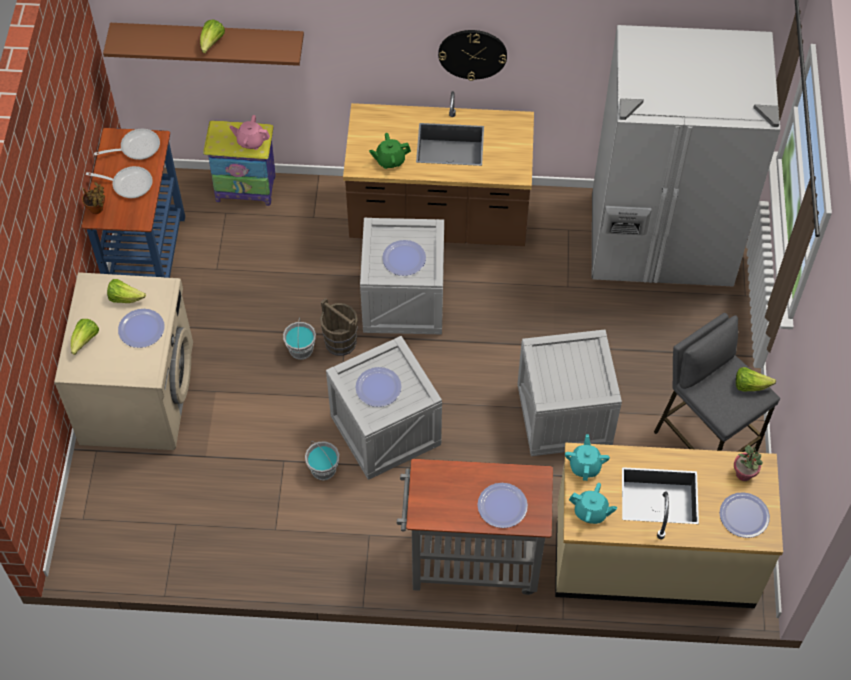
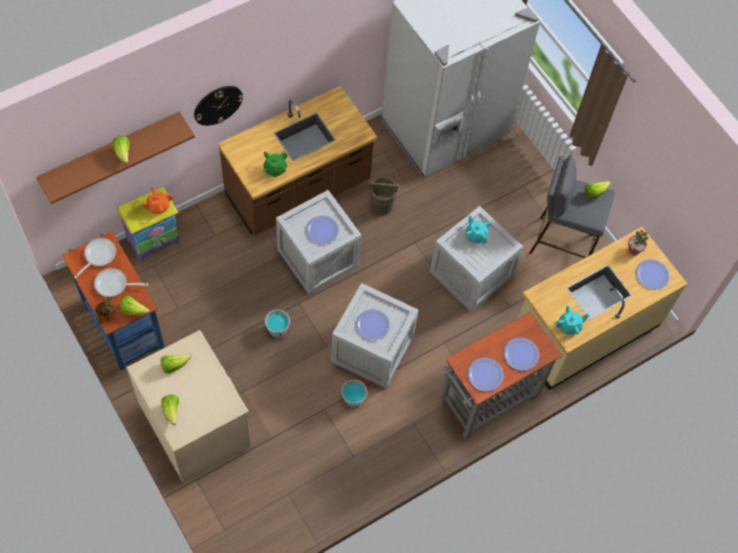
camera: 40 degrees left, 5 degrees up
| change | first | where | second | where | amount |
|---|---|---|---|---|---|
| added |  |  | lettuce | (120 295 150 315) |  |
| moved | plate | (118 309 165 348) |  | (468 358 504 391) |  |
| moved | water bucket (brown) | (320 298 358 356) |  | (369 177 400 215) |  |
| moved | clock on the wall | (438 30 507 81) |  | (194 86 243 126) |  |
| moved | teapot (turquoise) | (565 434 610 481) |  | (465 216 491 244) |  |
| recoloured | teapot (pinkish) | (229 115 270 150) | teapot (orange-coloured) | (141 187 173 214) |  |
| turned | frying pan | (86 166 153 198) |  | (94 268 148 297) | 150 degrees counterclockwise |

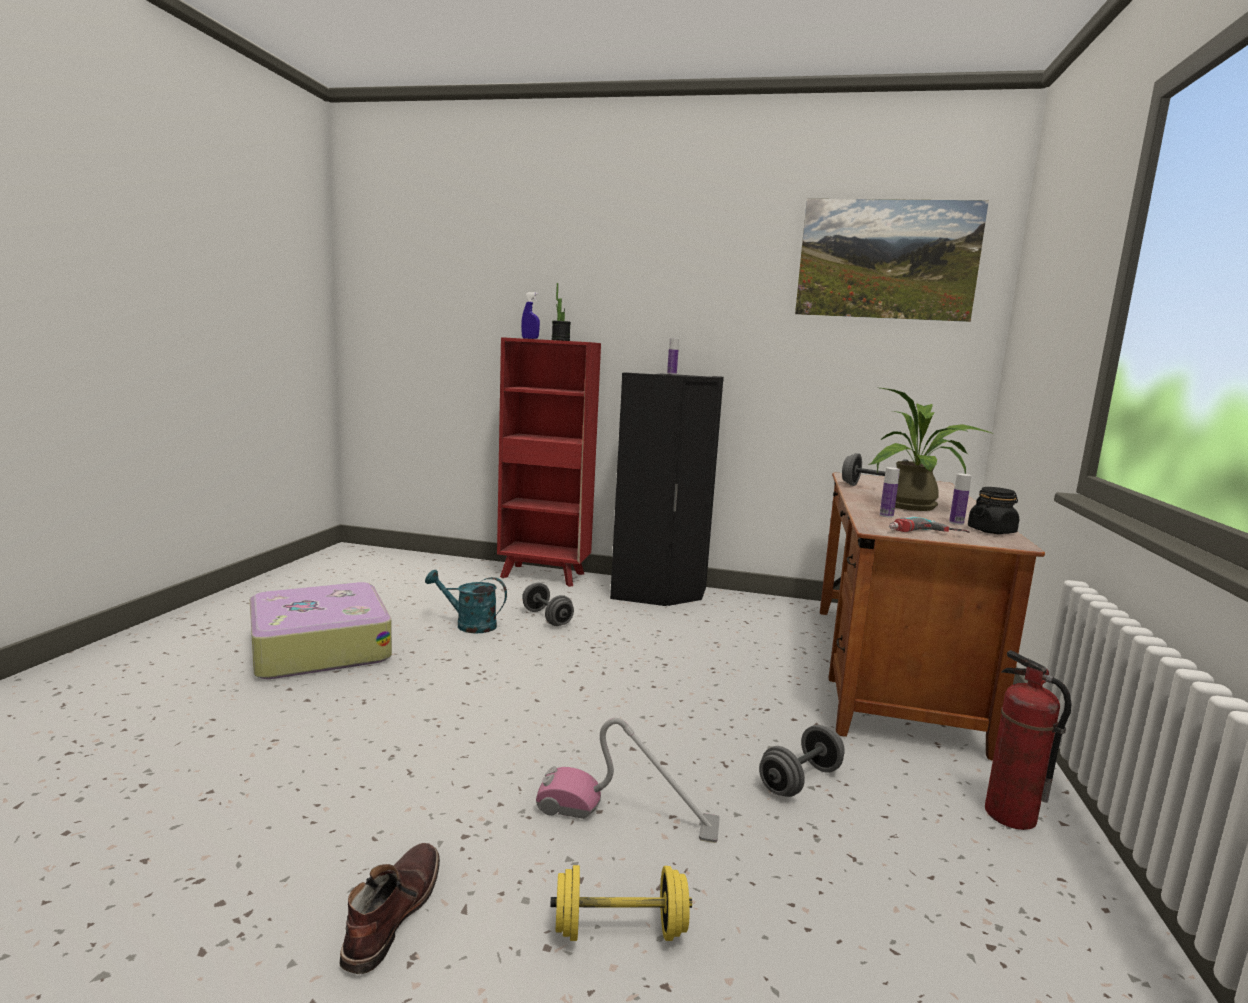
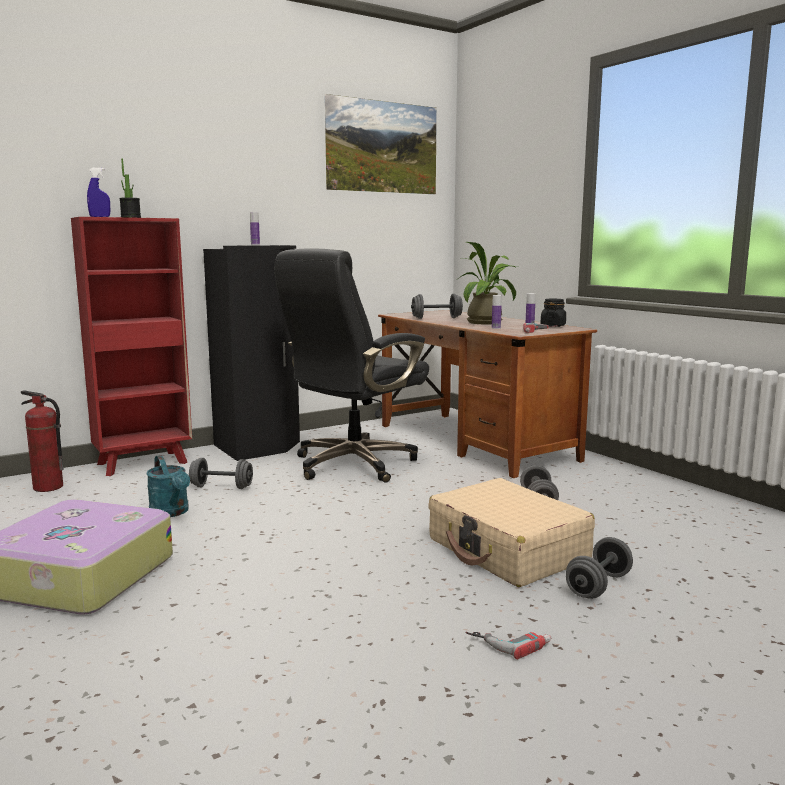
camera: 45 degrees left, 0 degrees up
| change | first | where | second | where | amount |
|---|---|---|---|---|---|
| added |  |  | desk chair (blackish) | (274 249 429 483) |  |
| moved | fire extinguisher | (985 650 1072 830) |  | (21 390 64 492) |  |
| replaced | boot (brown) | (339 843 440 974) | electric drill | (466 632 551 659) |  |
| replaced | hoover | (536 717 720 843) | suitcase (beige-coloured) | (428 478 595 587) |  |
| recoloured | hand weight (yellow) | (550 865 692 941) | hand weight (greyish) | (566 537 633 599) |  |
| turned | sprinkling can (turquoise) | (425 570 507 633) |  | (146 455 190 517) | 90 degrees counterclockwise |

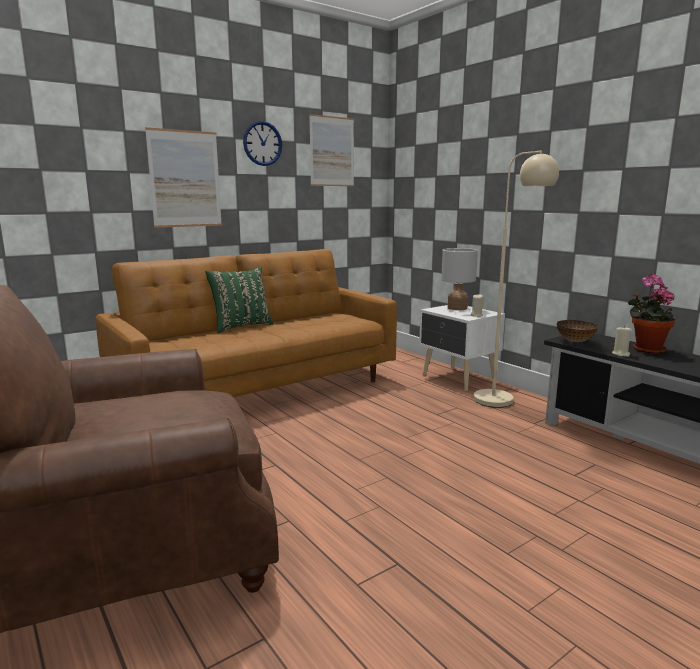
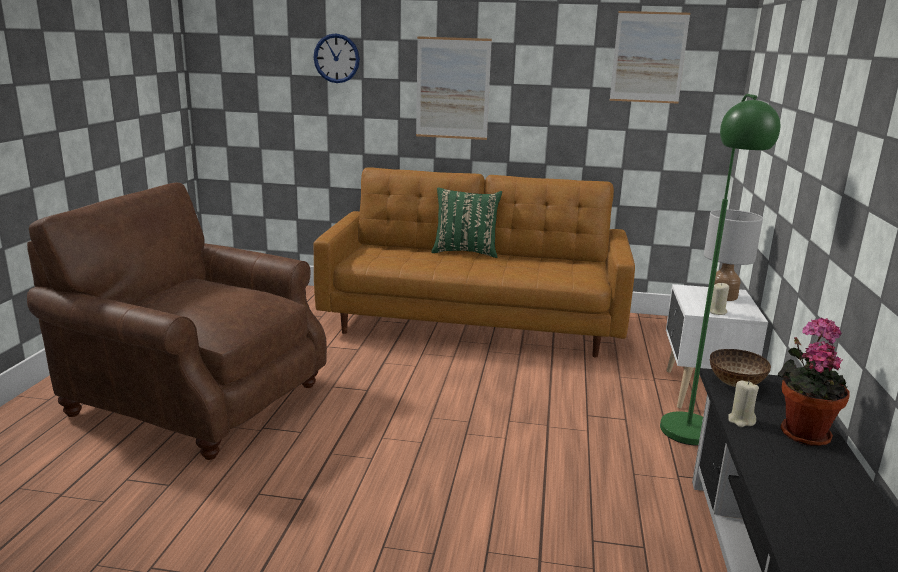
camera: 45 degrees right, 5 degrees up
| change | first | where | second | where | amount |
|---|---|---|---|---|---|
| moved | clock on the wall | (243 121 282 166) |  | (313 33 360 83) |  |
| recoloured | standing lamp (beige-coloured) | (473 151 559 408) | standing lamp (greenish) | (660 94 780 446) |  |

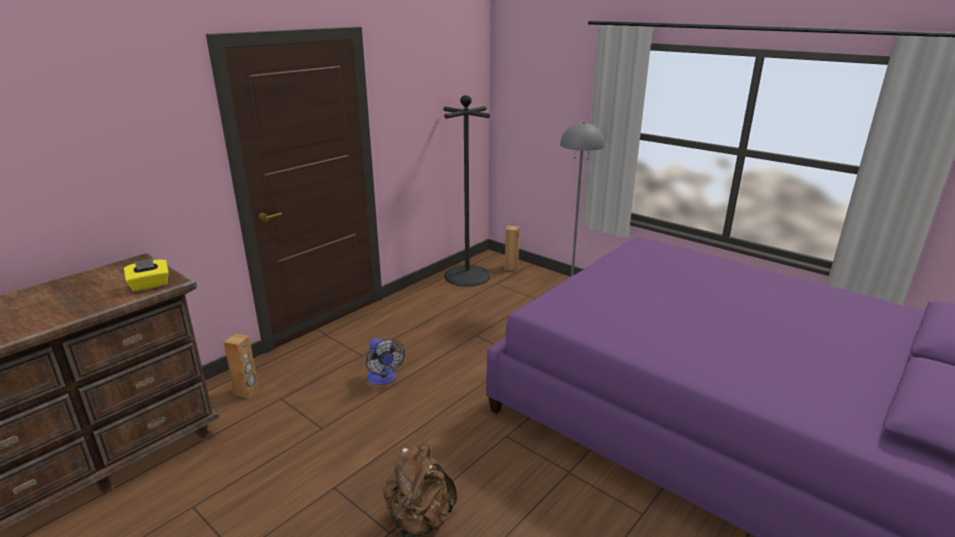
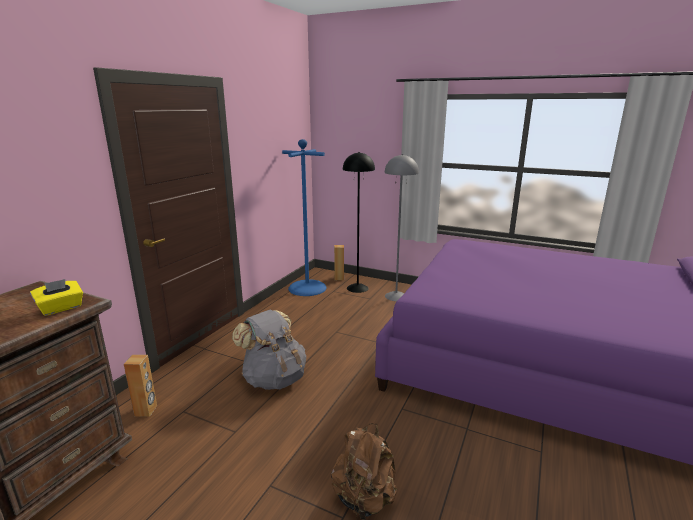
camera: 15 degrees left, 5 degrees down
| change | first | where | second | where | amount |
|---|---|---|---|---|---|
| added |  |  | standing lamp (blackish) | (343 152 375 293) |  |
| replaced | fan | (366 338 405 385) | knapsack (greyish) | (232 310 306 390) |  |
| recoloured | garment stand (blackish) | (443 95 491 287) | garment stand (blue) | (282 139 327 296) |  |

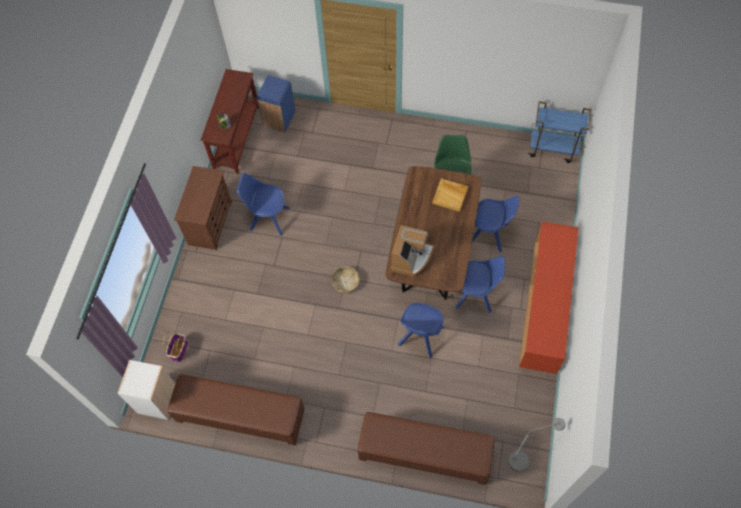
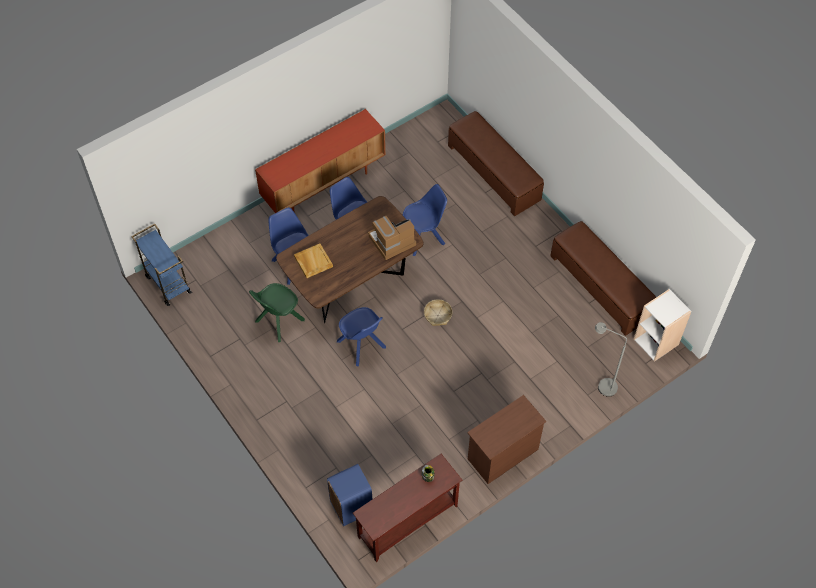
camera: 140 degrees left, 5 degrees down
| change | first | where | second | where | amount |
|---|---|---|---|---|---|
| removed | basket | (163 332 188 362) |  |  |  |
| moved | chair (blue) | (237 173 290 235) |  | (337 307 386 367) |  |
| moved | standing lamp (greyish) | (508 418 566 472) |  | (595 322 627 397) |  |

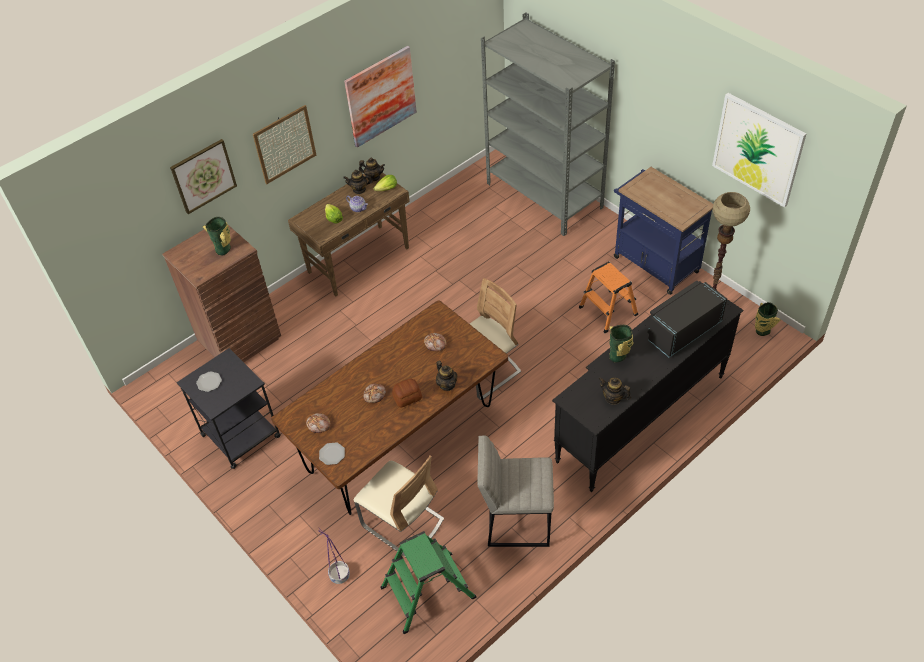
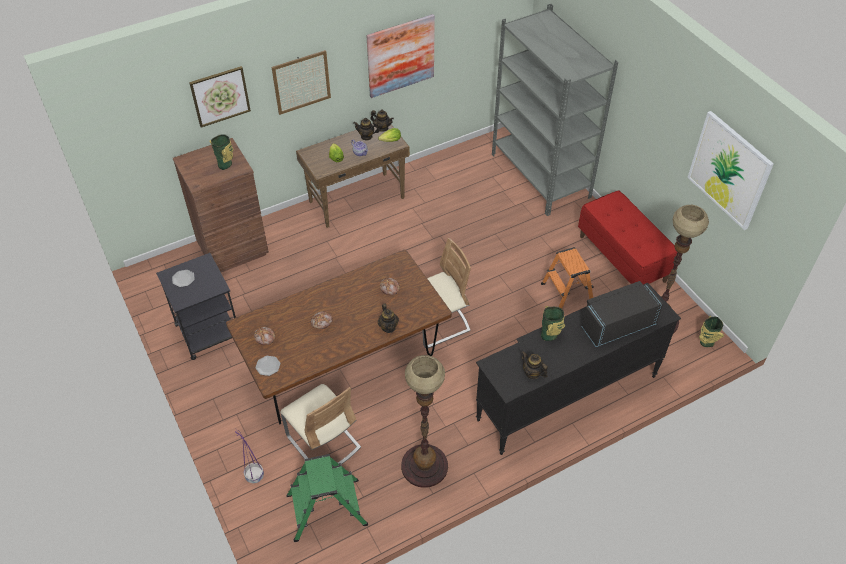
camera: 10 degrees right, 0 degrees up
| change | first | where | second | where | amount |
|---|---|---|---|---|---|
| removed | bakery bread | (392 379 422 408) |  |  |  |
| replaced | chair (greyish) | (477 435 554 547) | standing lamp | (401 355 448 488) |  |
| replaced | cart (blue) | (614 167 713 295) | bench (red-coloured) | (578 190 677 285) |  |

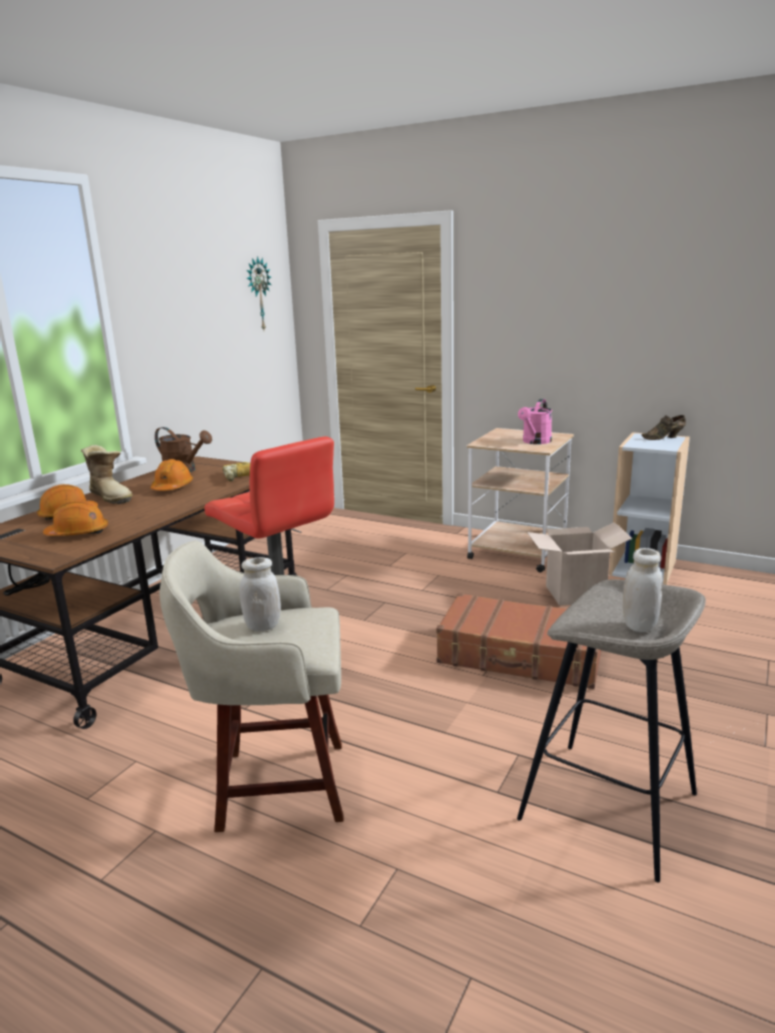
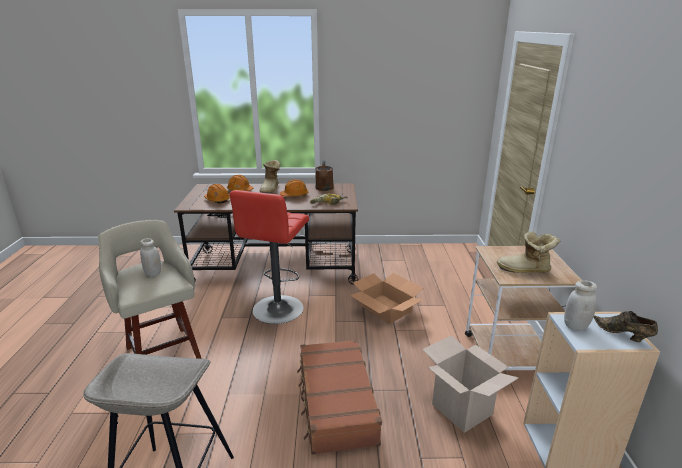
camera: 60 degrees right, 5 degrees up
| change | first | where | second | where | amount |
|---|---|---|---|---|---|
| removed | clock on the wall | (246 256 271 330) |  |  |  |
| added |  |  | cardboard box | (350 273 424 324) |  |
| moved | storage jar (whitish) | (623 548 662 632) |  | (564 281 597 330) |  |
| replaced | sprinkling can (pinkish) | (518 399 552 444) | boot | (497 231 560 273) |  |

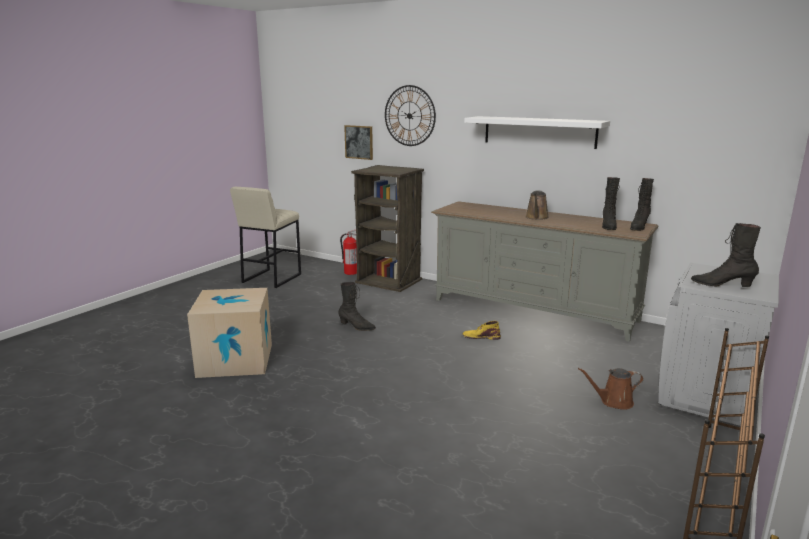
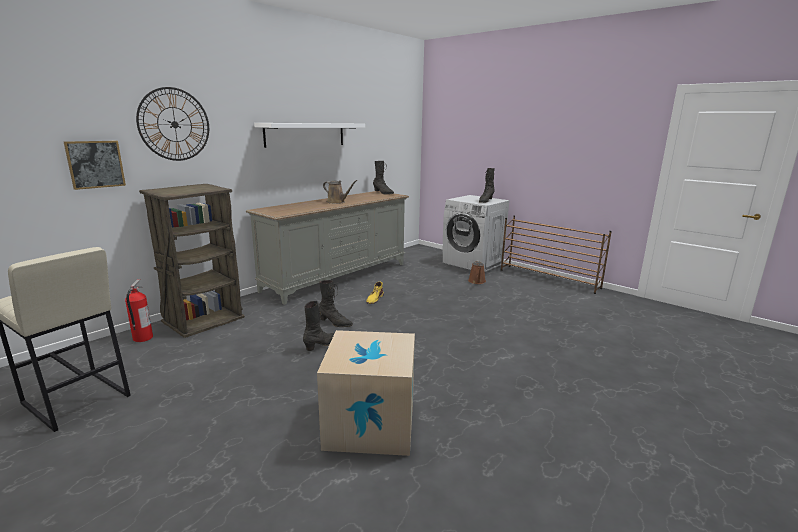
camera: 80 degrees left, 0 degrees up
| change | first | where | second | where | amount |
|---|---|---|---|---|---|
| moved | boot (blackish) | (602 177 620 230) |  | (319 280 353 327) |  |

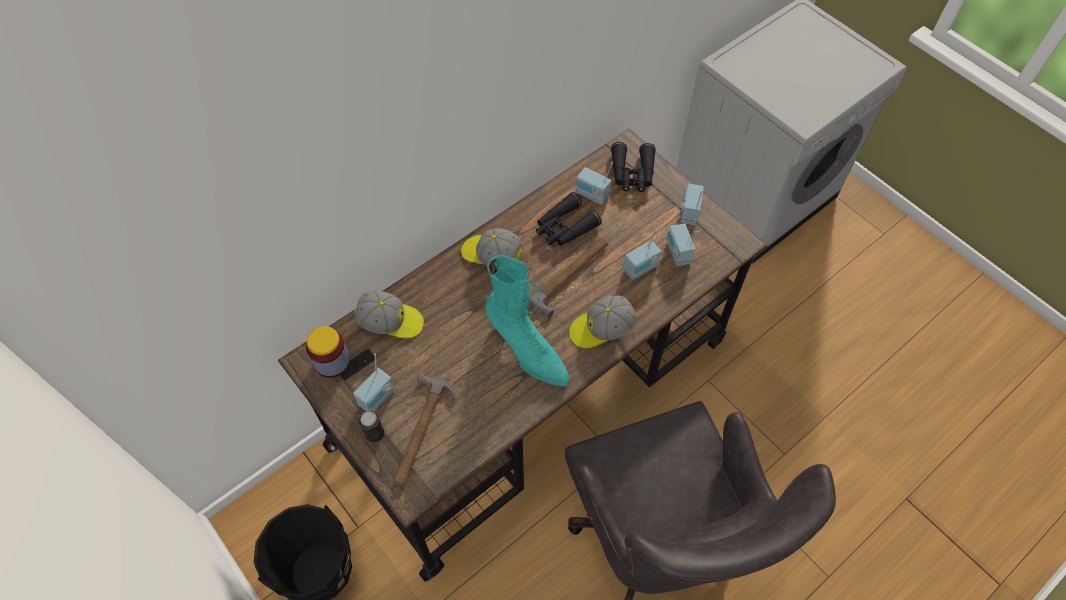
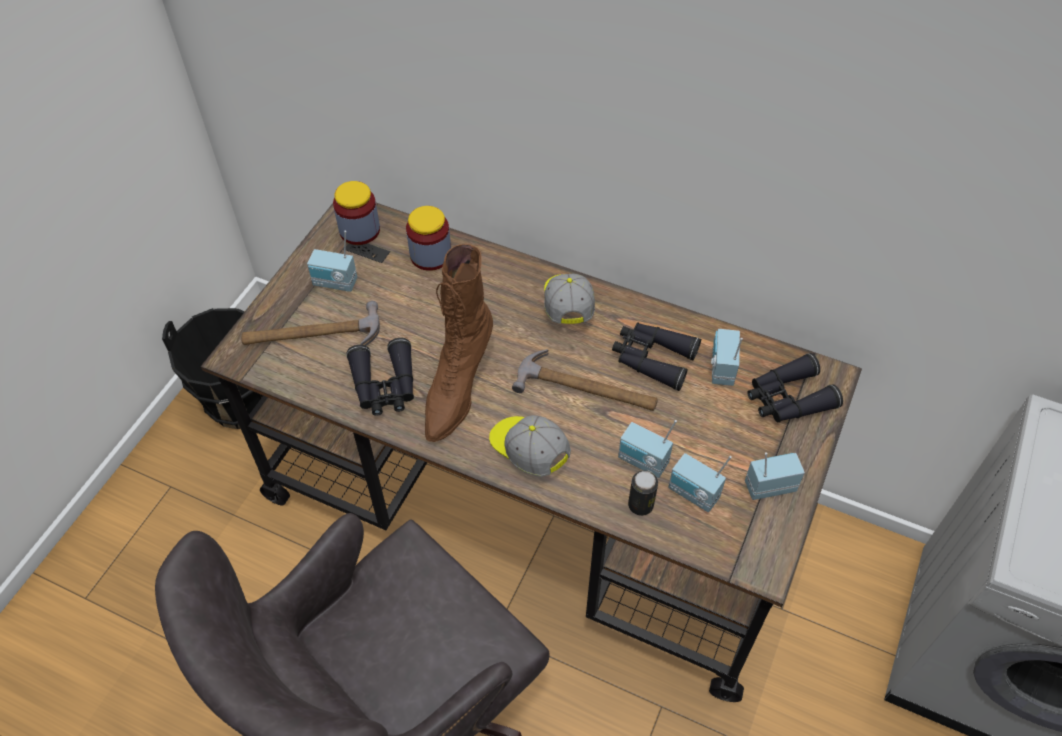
camera: 65 degrees right, 5 degrees down
| change | first | where | second | where | amount |
|---|---|---|---|---|---|
| added |  |  | field glasses (blackish) | (346 338 414 416) |  |
| moved | can | (359 411 384 443) |  | (628 471 658 516) |  |
| replaced | cap | (354 291 424 338) | storage jar | (406 206 451 271) |  |
| recoloured | boot (turquoise) | (485 255 570 386) | boot (brown) | (425 244 493 442) |  |
| turned | radio receiver | (667 224 698 266) |  | (668 453 732 512) | 105 degrees counterclockwise |

